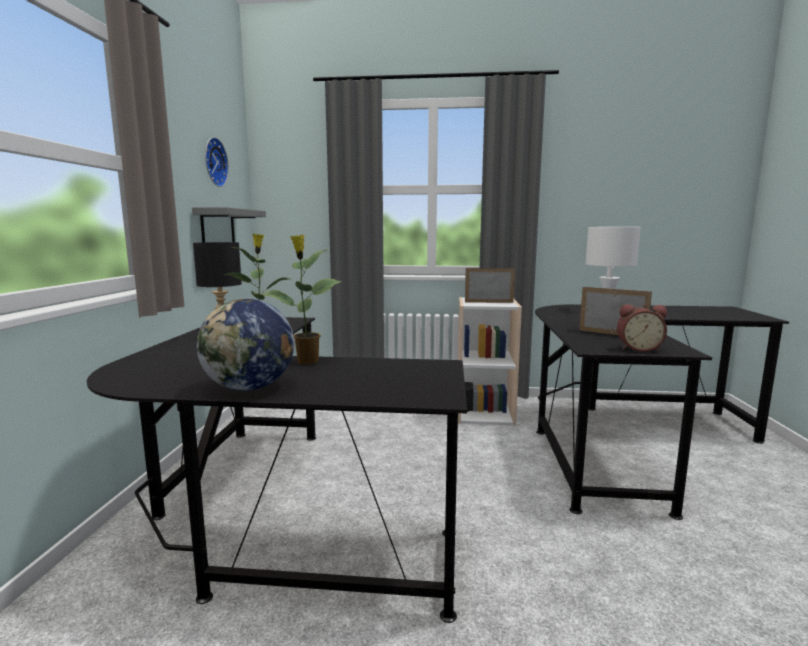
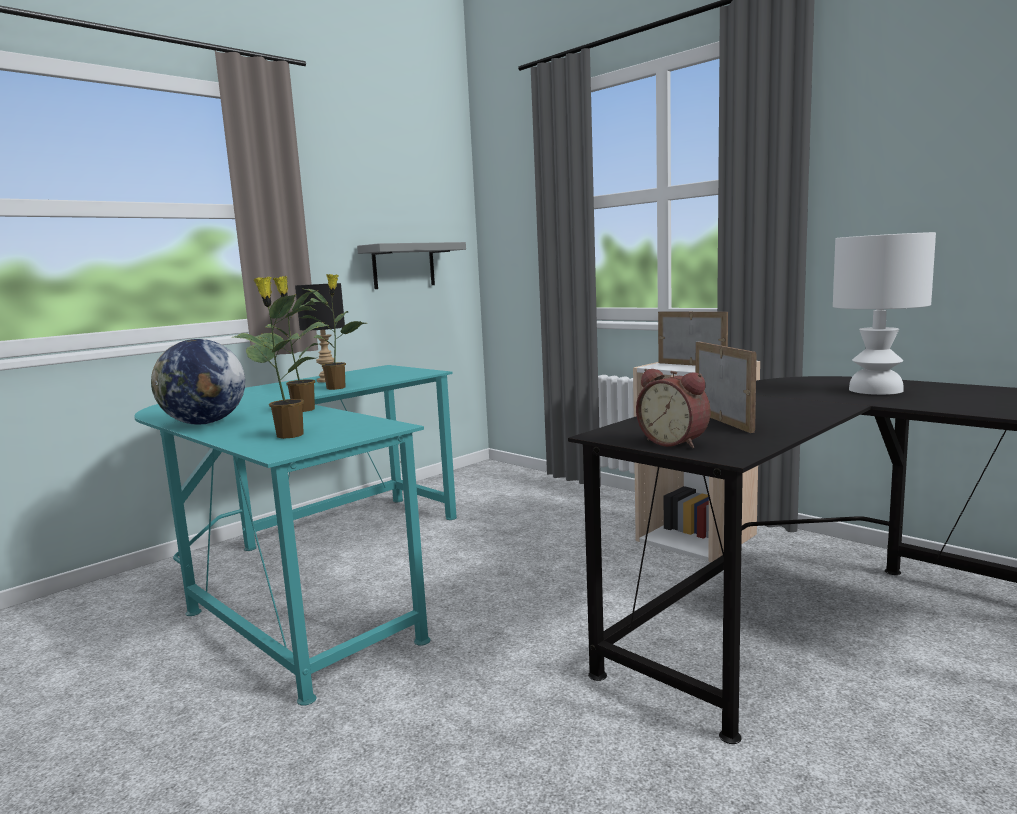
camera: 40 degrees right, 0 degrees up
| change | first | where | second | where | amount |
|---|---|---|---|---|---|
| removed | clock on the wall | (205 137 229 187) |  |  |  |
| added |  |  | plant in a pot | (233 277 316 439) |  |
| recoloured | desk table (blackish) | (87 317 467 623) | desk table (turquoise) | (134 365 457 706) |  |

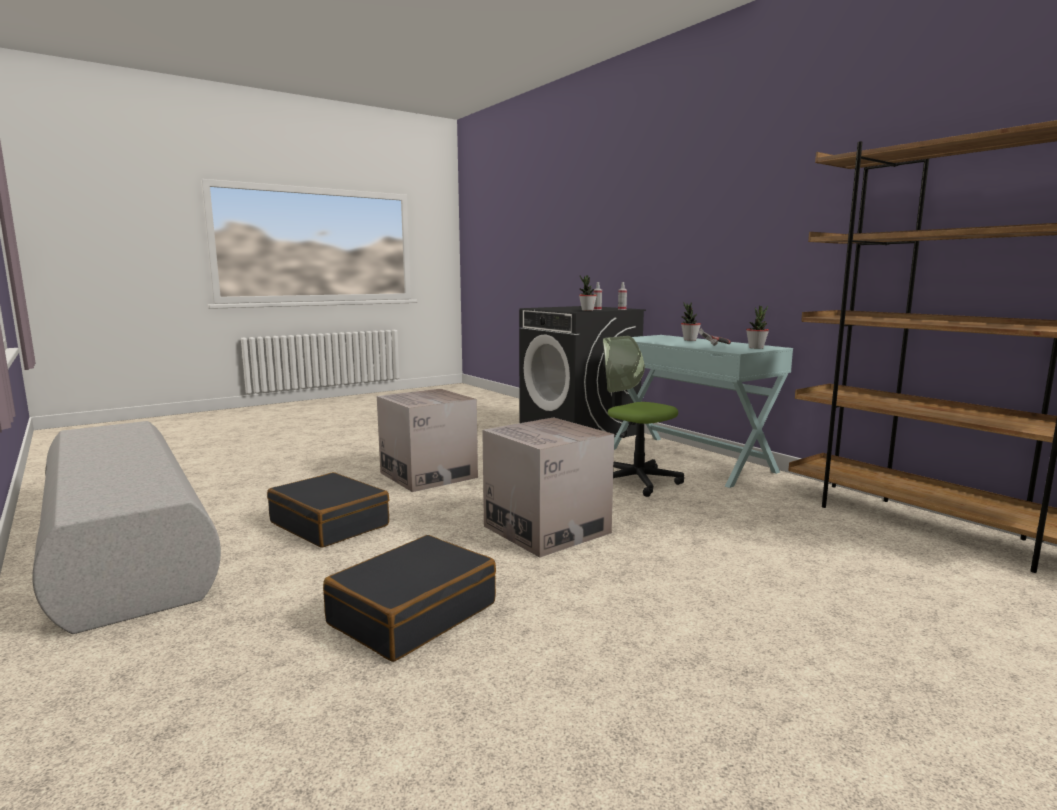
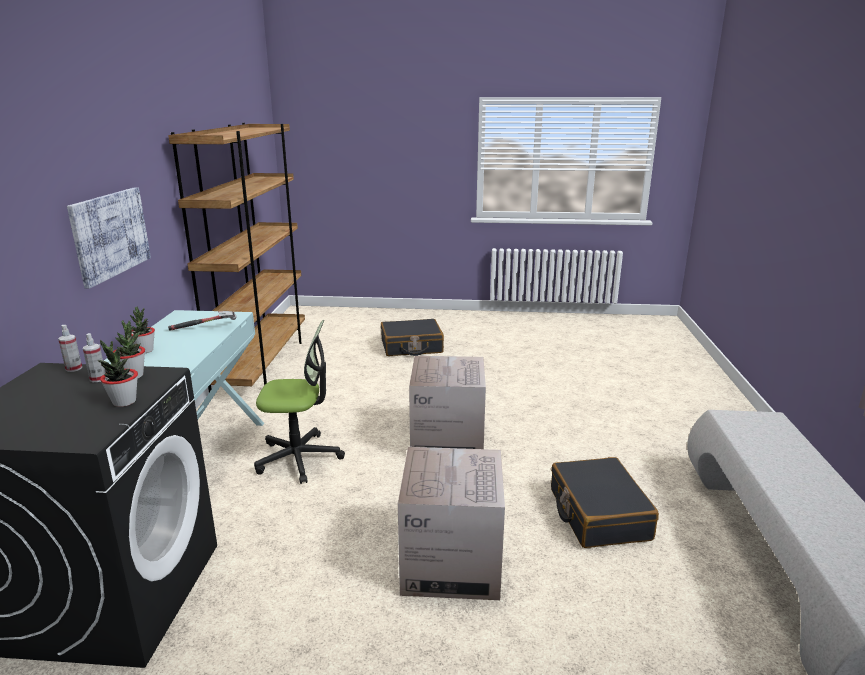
camera: 140 degrees left, 10 degrees up
| change | first | where | second | where | amount |
|---|---|---|---|---|---|
| added |  |  | wall picture | (67 187 151 289) |  |
| moved | suitcase (blackish) | (323 535 496 662) |  | (381 319 444 356) |  |
| moved | plant in a pot | (746 306 769 349) |  | (98 339 138 407) |  |
| turned | desk chair | (602 336 684 497) |  | (254 320 345 484) | 90 degrees counterclockwise |

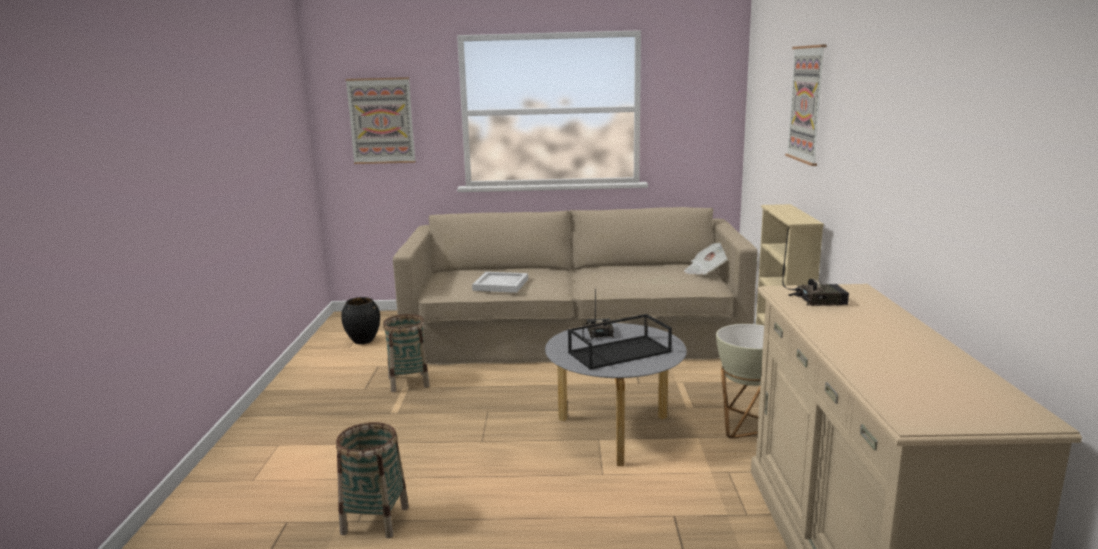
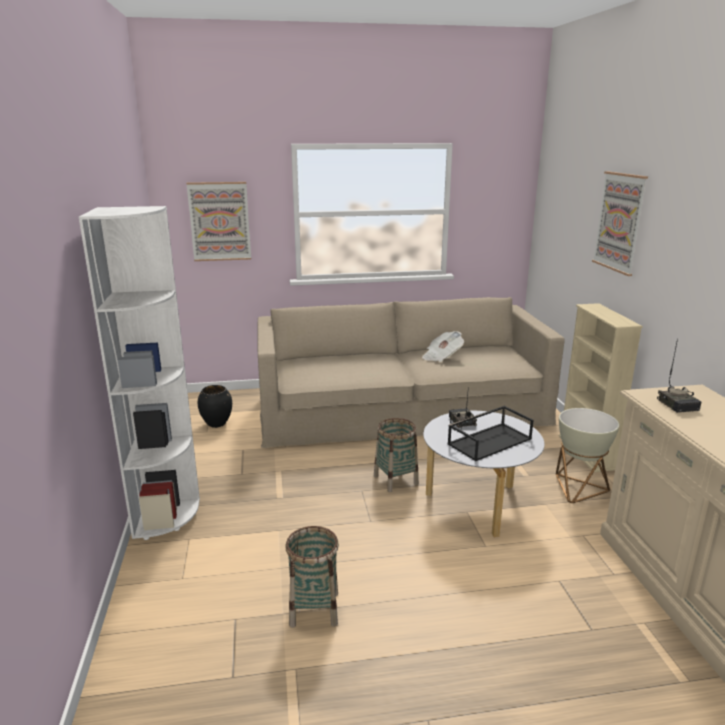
camera: 10 degrees left, 5 degrees up
| change | first | where | second | where | amount |
|---|---|---|---|---|---|
| removed | serving tray (whitish) | (472 272 528 293) |  |  |  |
| added |  |  | bookcase (whitish) | (79 206 200 540) |  |
| moved | basket | (383 314 430 392) |  | (374 418 419 492) |  |
| moved | newspaper | (684 243 728 275) |  | (422 331 464 362) |  |
| turned | radio receiver | (782 227 849 306) |  | (657 338 701 413) | 90 degrees clockwise |

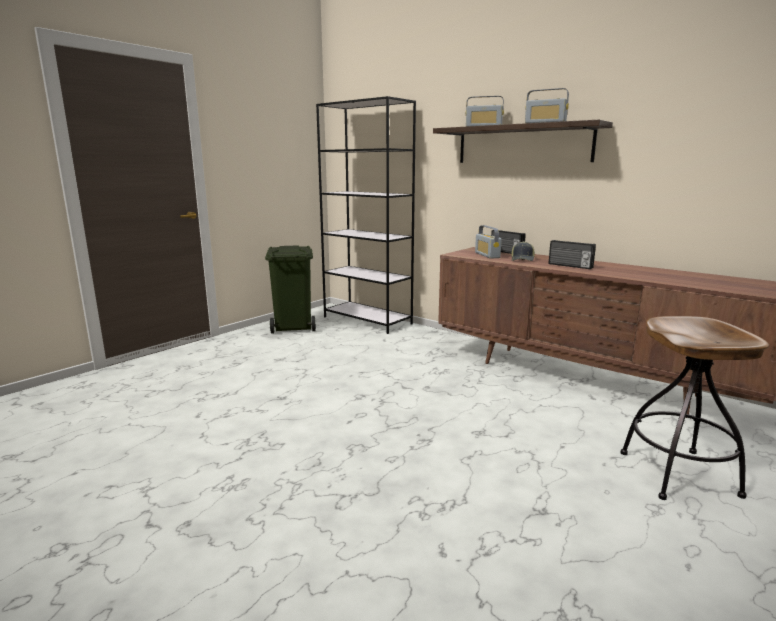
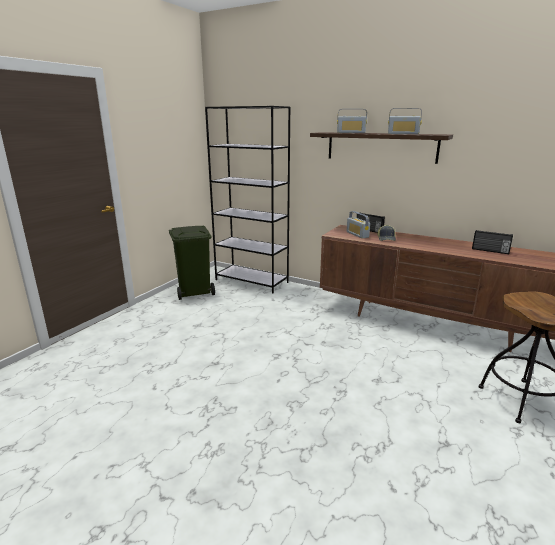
camera: 10 degrees left, 5 degrees up
| change | first | where | second | where | amount |
|---|---|---|---|---|---|
| moved | radio receiver | (549 240 596 269) |  | (472 230 513 254) |  |

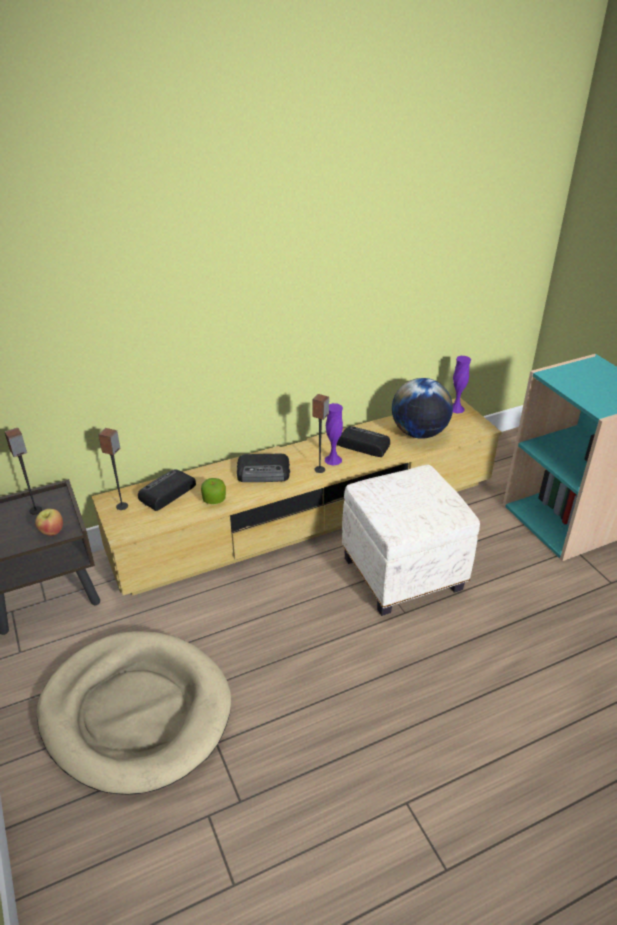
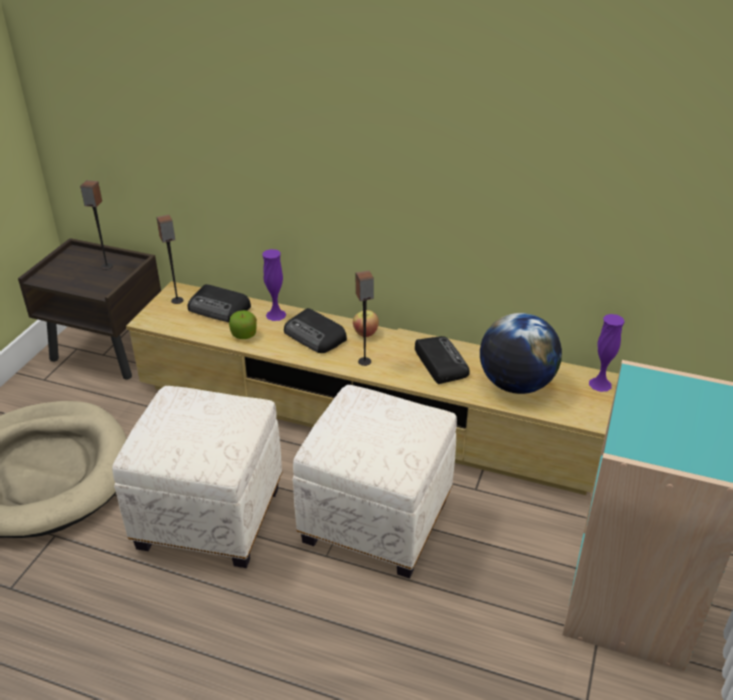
camera: 45 degrees right, 0 degrees up
| change | first | where | second | where | amount |
|---|---|---|---|---|---|
| added |  |  | pouffe (whitish) | (112 386 282 568) |  |
| moved | apple | (35 509 63 536) |  | (353 310 379 337) |  |
| moved | decorative vase (purple-coloured) | (325 403 343 466) |  | (262 249 286 321) |  |
| turned | radio receiver | (138 469 196 511) |  | (188 284 251 322) | 150 degrees counterclockwise |

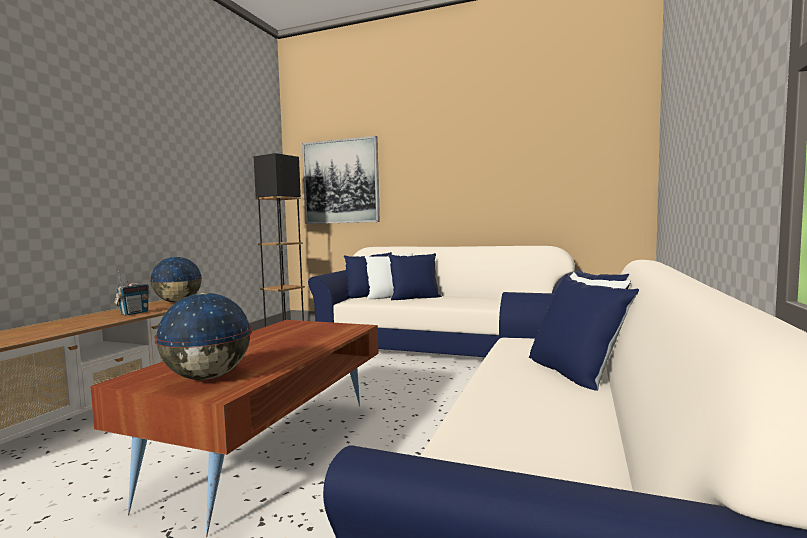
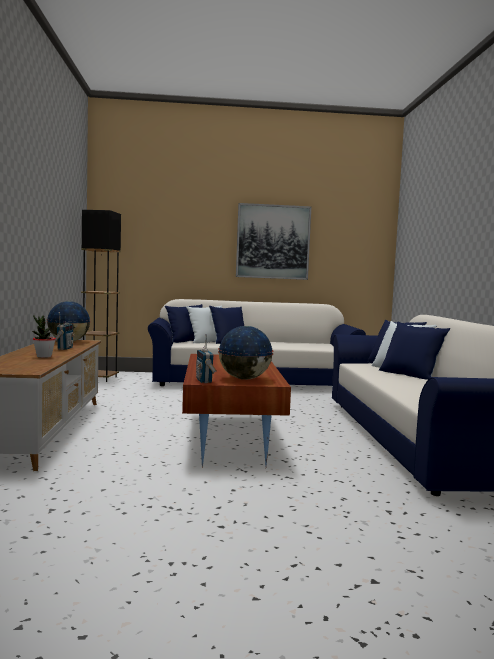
camera: 25 degrees left, 0 degrees up
| change | first | where | second | where | amount |
|---|---|---|---|---|---|
| added |  |  | plant in a pot | (32 315 56 358) |  |
| added |  |  | radio receiver | (196 334 216 383) |  |
| moved | wall picture | (302 136 380 224) |  | (236 203 311 280) |  |

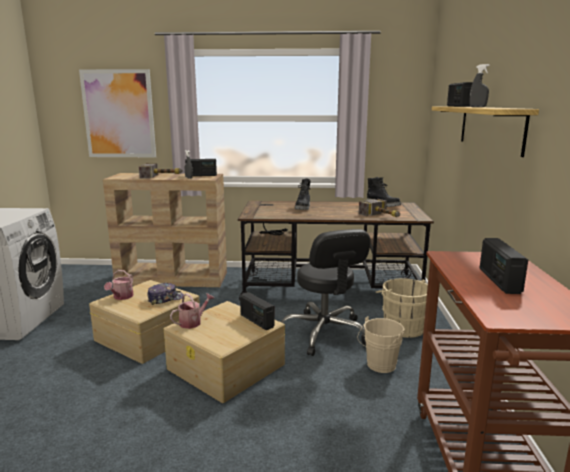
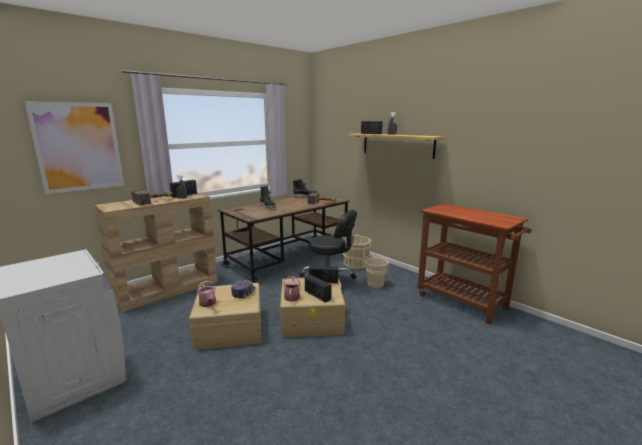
camera: 45 degrees left, 0 degrees up
| change | first | where | second | where | amount |
|---|---|---|---|---|---|
| moved | radio receiver | (480 238 528 294) |  | (305 275 331 302) |  |

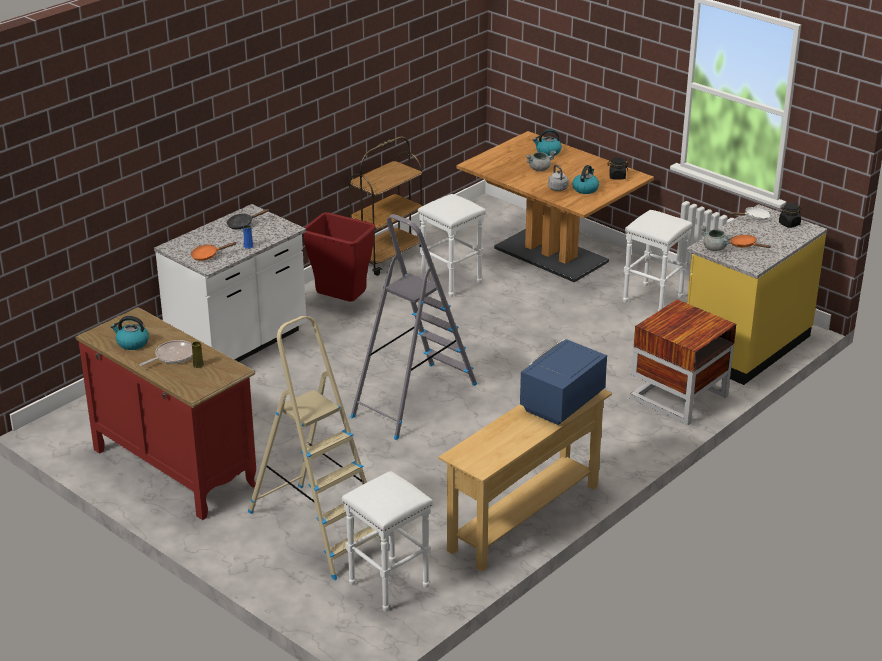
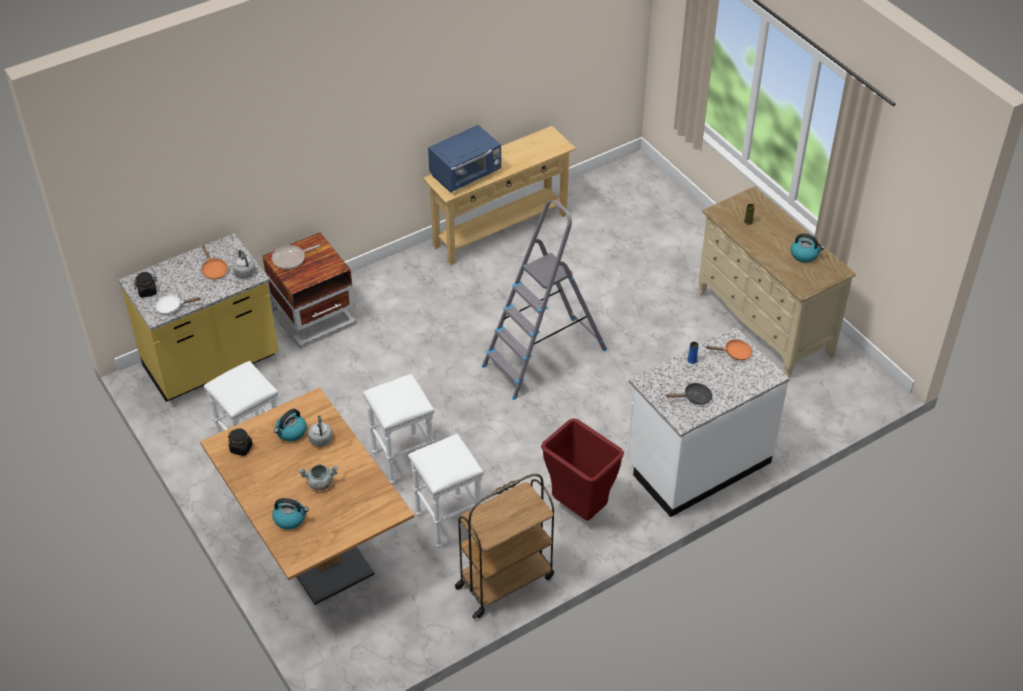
camera: 165 degrees left, 15 degrees up
| change | first | where | second | where | amount |
|---|---|---|---|---|---|
| removed | step ladder (beige-coloured) | (248 316 381 580) |  |  |  |
| moved | frying pan | (140 340 193 366) |  | (272 244 320 269) |  |
| moved | stool (whitish) | (342 471 433 612) |  | (363 374 434 485) |  |
| replaced | saucepot (greyish) | (700 226 733 251) | tea kettle (greyish) | (233 250 255 278) |  |
| recoloured | drawer chest (red-coloured) | (75 308 256 520) | drawer chest (beige-coloured) | (697 186 856 378) |  |

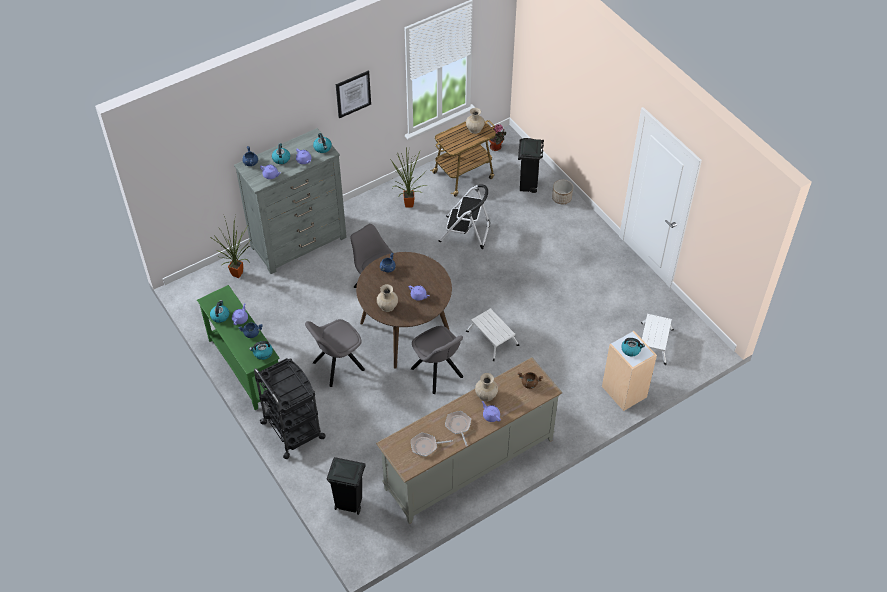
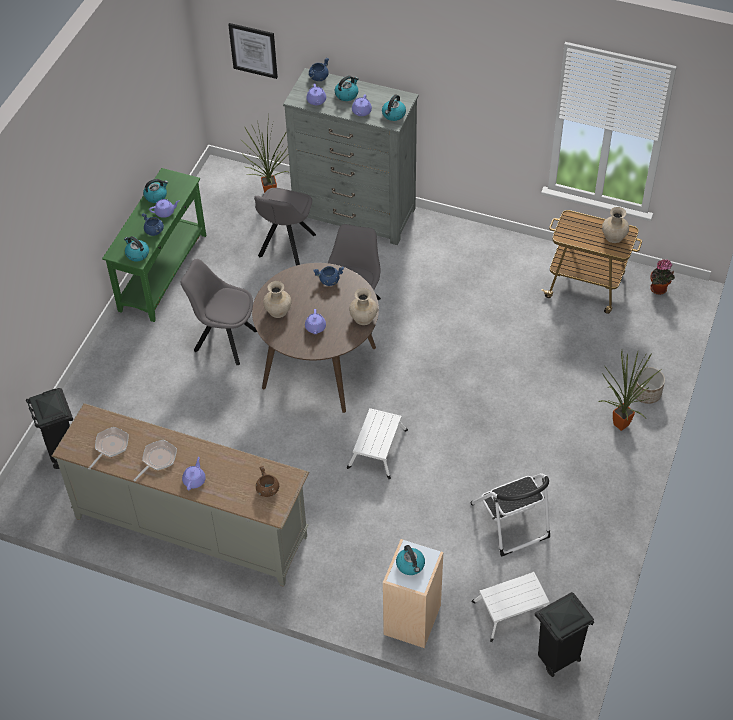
camera: 55 degrees right, 0 degrees up
| change | first | where | second | where | amount |
|---|---|---|---|---|---|
| removed | cart (blackish) | (254 358 325 459) |  |  |  |
| moved | wall picture | (336 71 371 118) |  | (228 23 278 79) |  |
| moved | plant in a pot | (391 147 427 208) |  | (598 351 660 431) |  |
| moved | chair (greyish) | (411 326 463 394) |  | (254 188 316 266) |  |
| moved | step ladder | (439 184 490 249) |  | (471 473 550 556) |  |
| moved | decorative vase (beige-coloured) | (475 373 498 402) |  | (349 288 378 325) |  |
| moved | trash can (blackish) | (518 138 544 193) |  | (535 592 594 677) |  |
| turned | frying pan | (411 433 453 457) |  | (88 427 128 470) | 75 degrees clockwise |

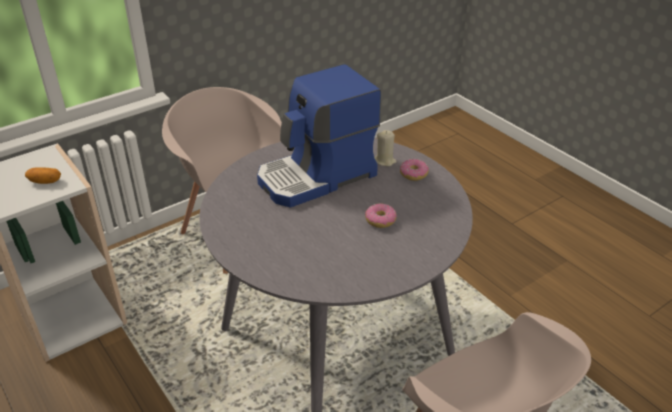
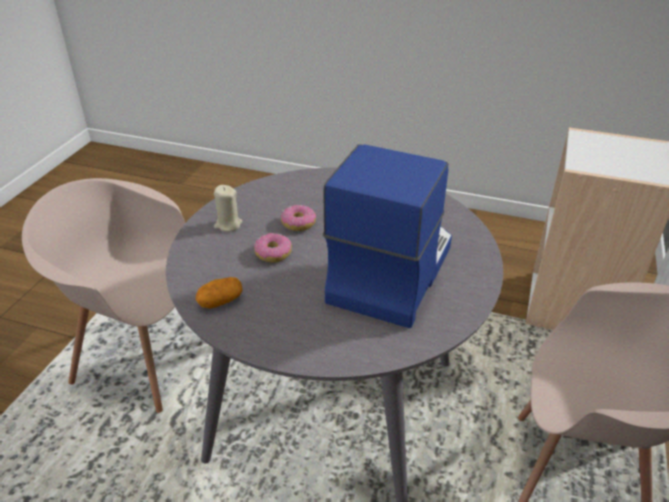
camera: 145 degrees right, 0 degrees up
| change | first | where | second | where | amount |
|---|---|---|---|---|---|
| moved | whole potato | (25 167 61 184) |  | (196 277 243 309) |  |
| moved | wax light (beige-coloured) | (374 130 397 166) |  | (214 185 242 232) |  |
| moved | ring doughnut | (400 159 429 181) |  | (281 204 316 231) |  |

